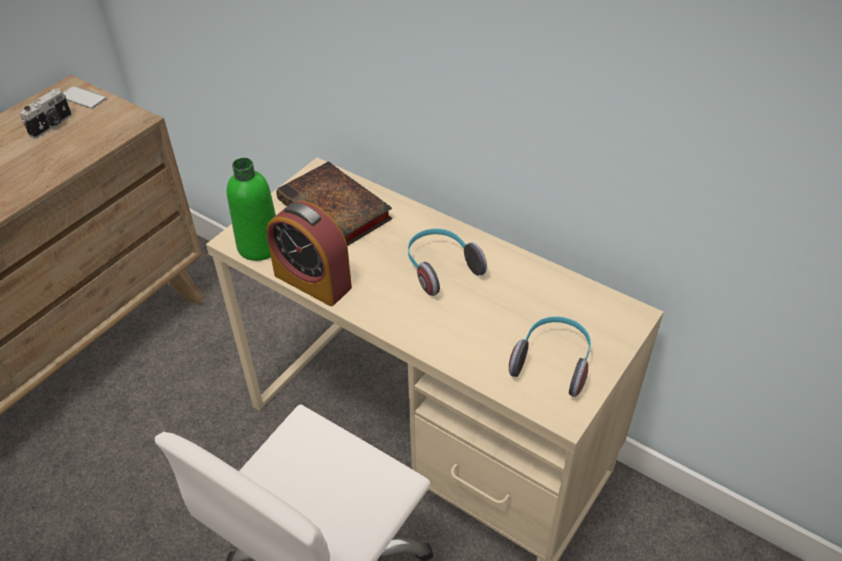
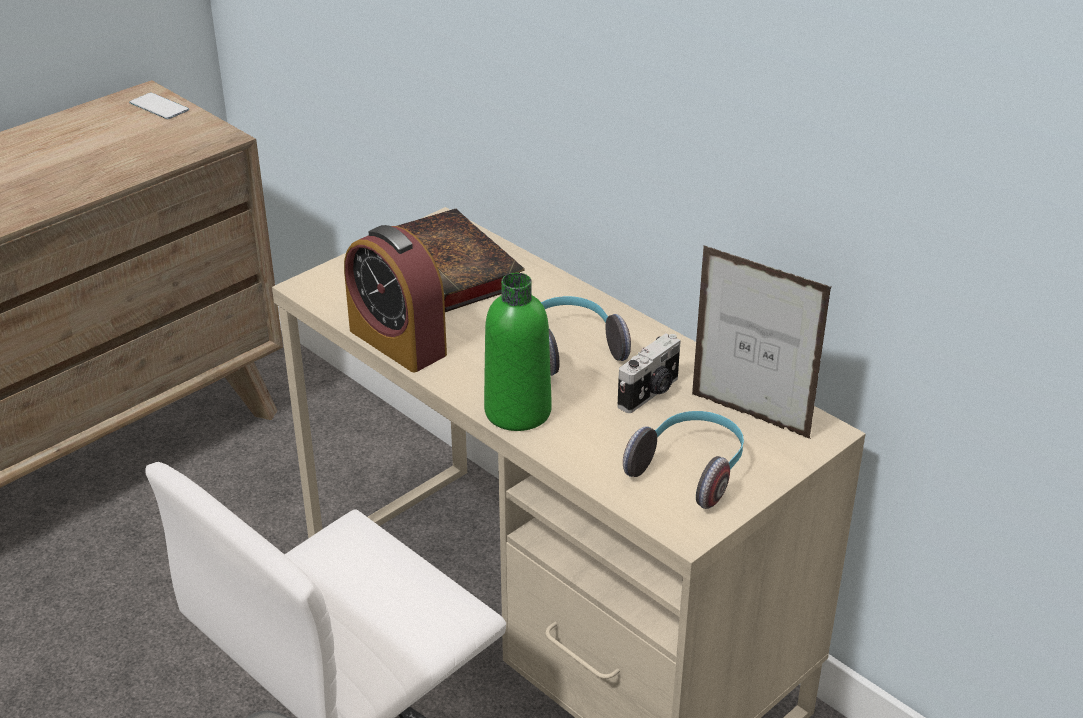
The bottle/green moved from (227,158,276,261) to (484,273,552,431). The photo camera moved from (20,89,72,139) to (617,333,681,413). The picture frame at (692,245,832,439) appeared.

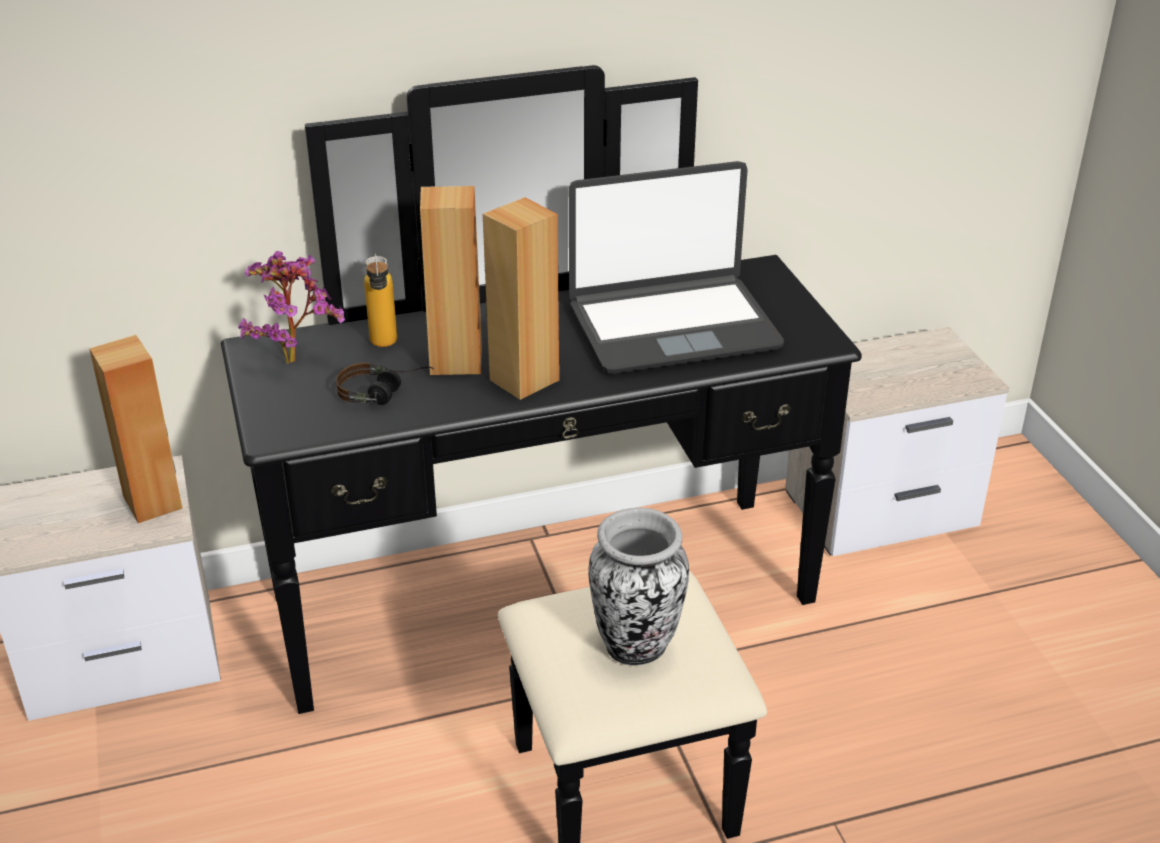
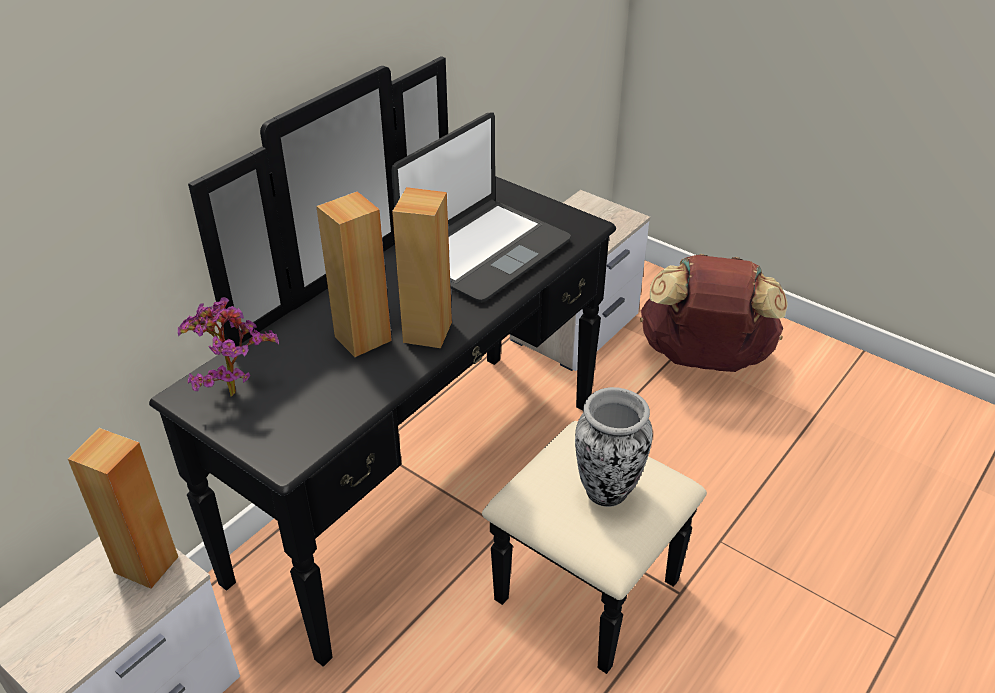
The backpack/brown at (640,254,787,372) appeared. The headphones at (336,363,434,405) disappeared. The bottle at (364,254,397,347) disappeared.

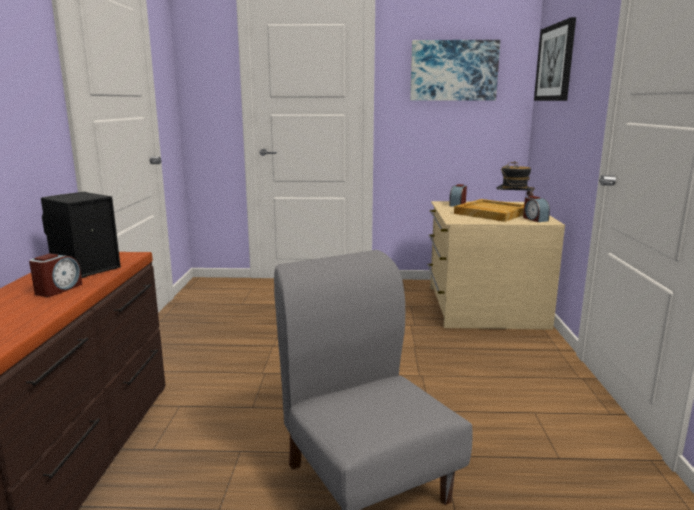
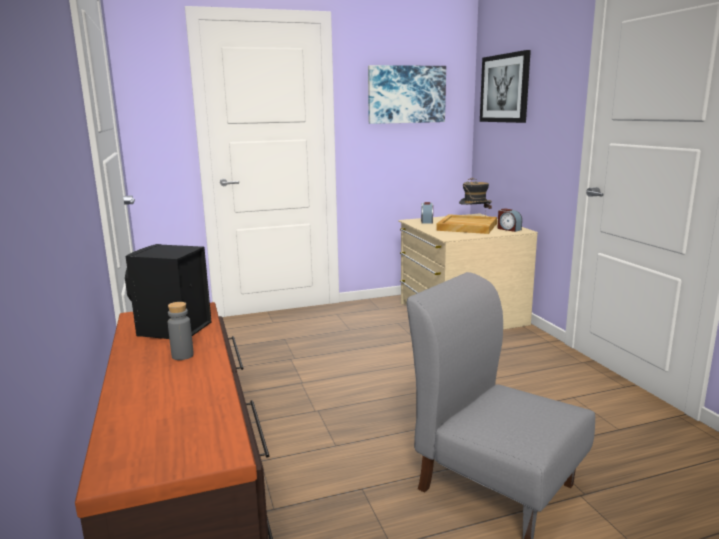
The alarm clock at (29,253,82,297) was replaced by the bottle/grey at (168,302,194,360).

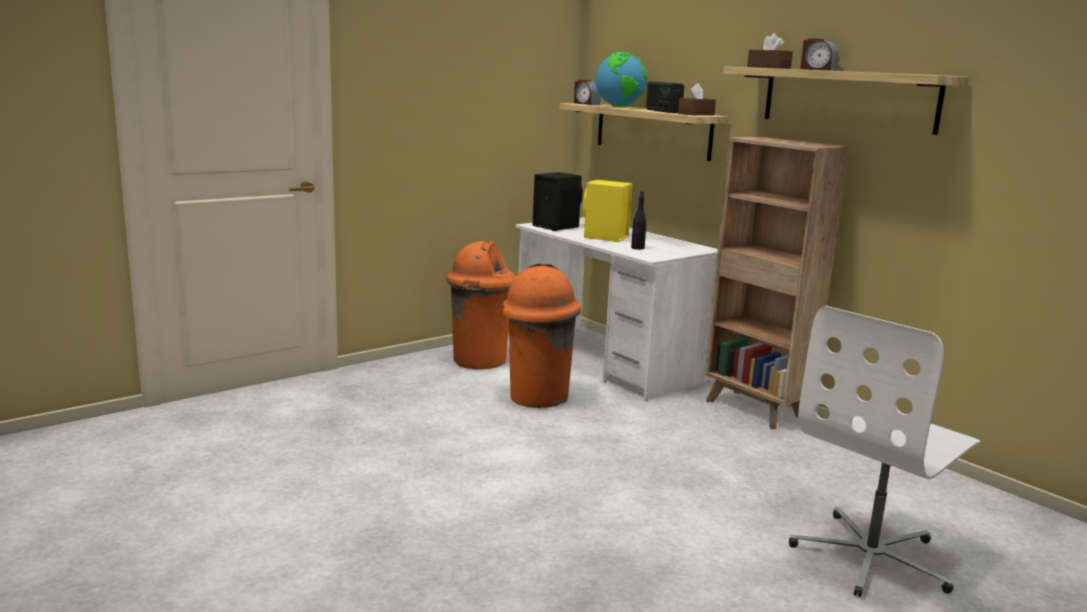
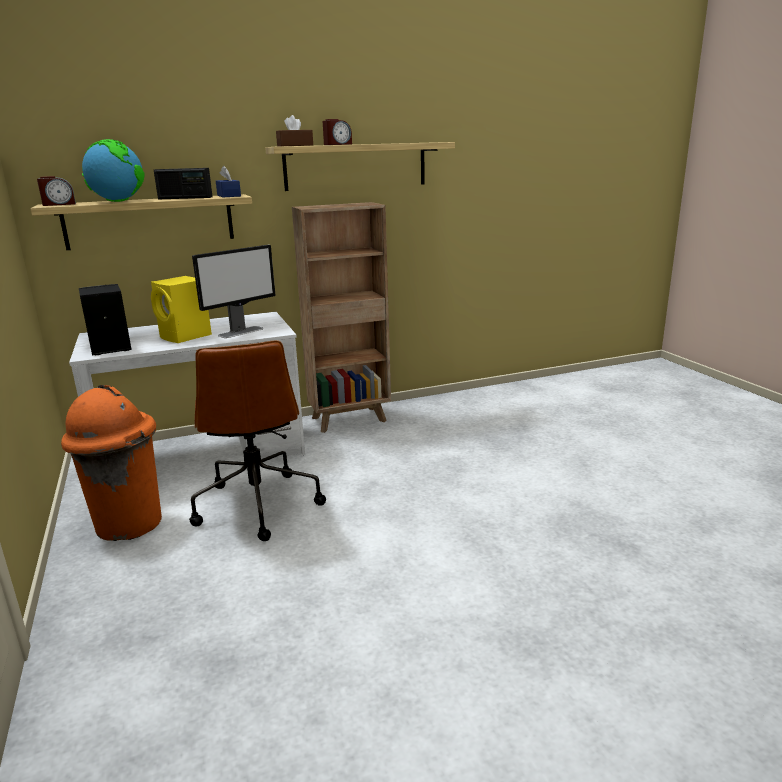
The trash can/orange at (502,263,581,408) was replaced by the office chair/brown at (189,340,326,541). The bottle/black at (631,191,647,250) was replaced by the monitor at (192,245,275,338). The tissue box/brown at (678,83,716,115) became the tissue box/blue at (216,166,241,197). The office chair/white at (789,306,980,597) disappeared.

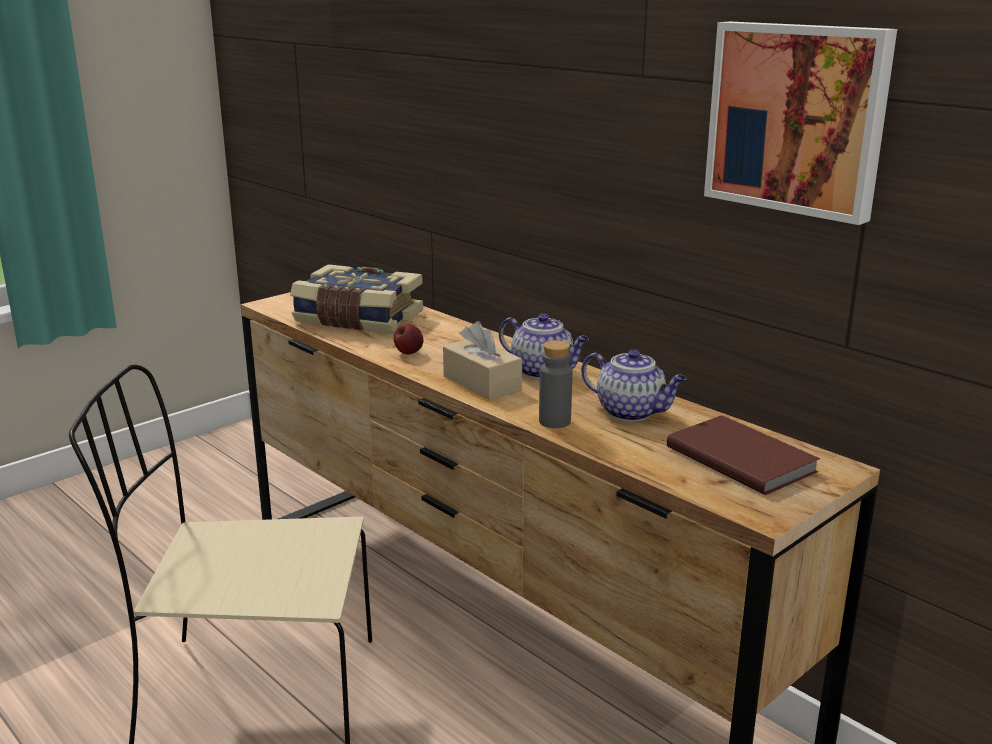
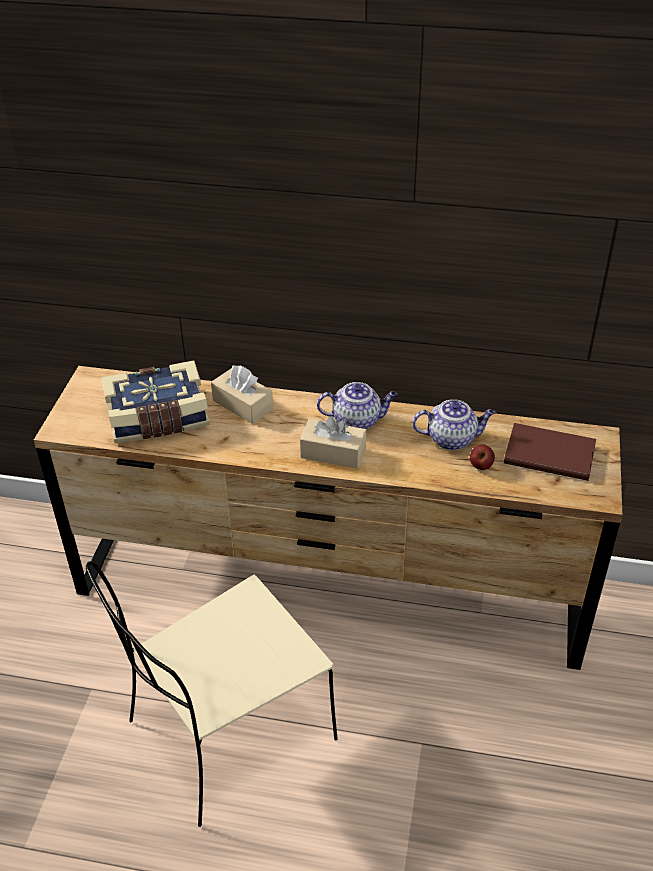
The tissue box/beige at (211,365,273,424) appeared. The apple moved from (393,323,423,354) to (470,445,495,470). The bottle/grey at (539,340,572,428) disappeared. The picture at (704,22,897,225) disappeared.

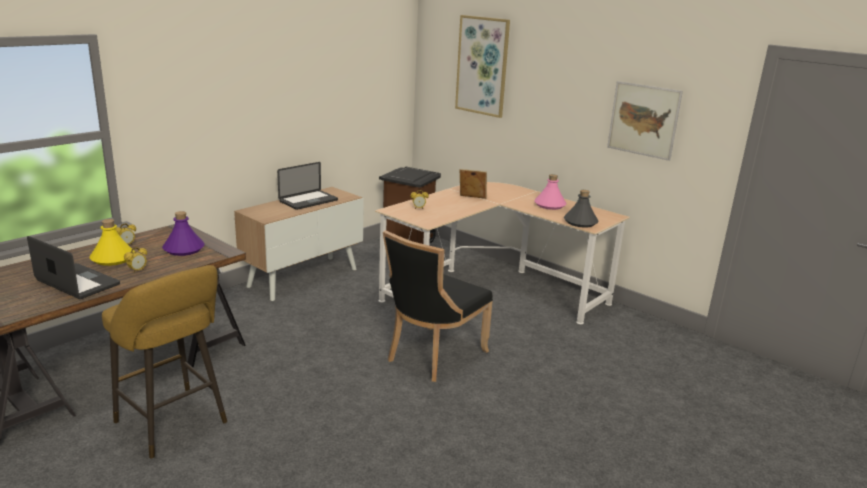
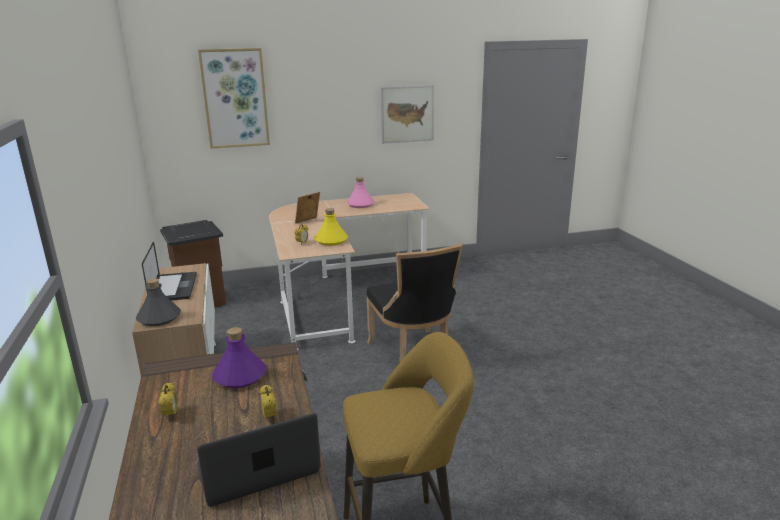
The bottle/grey moved from (564,190,598,228) to (136,278,181,326). The bottle/yellow moved from (90,219,135,266) to (315,208,348,246).

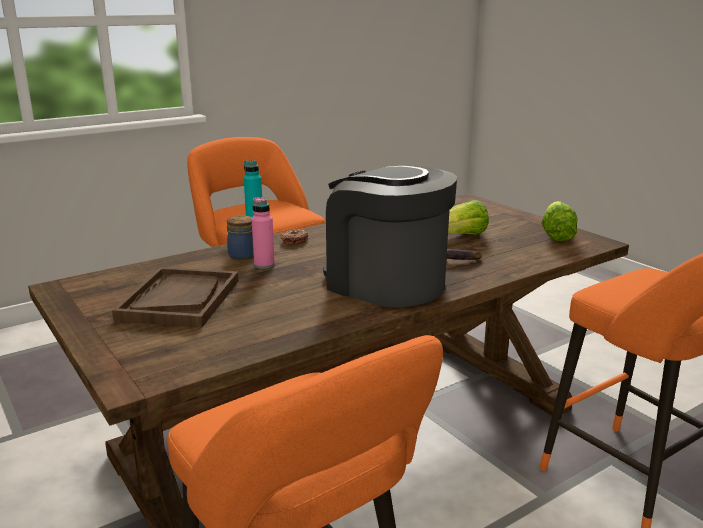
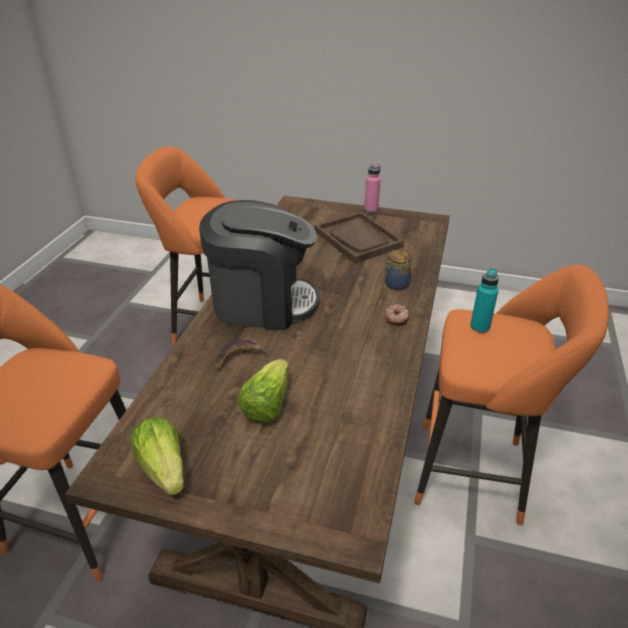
The bottle/pink moved from (252,197,275,269) to (364,164,381,213).

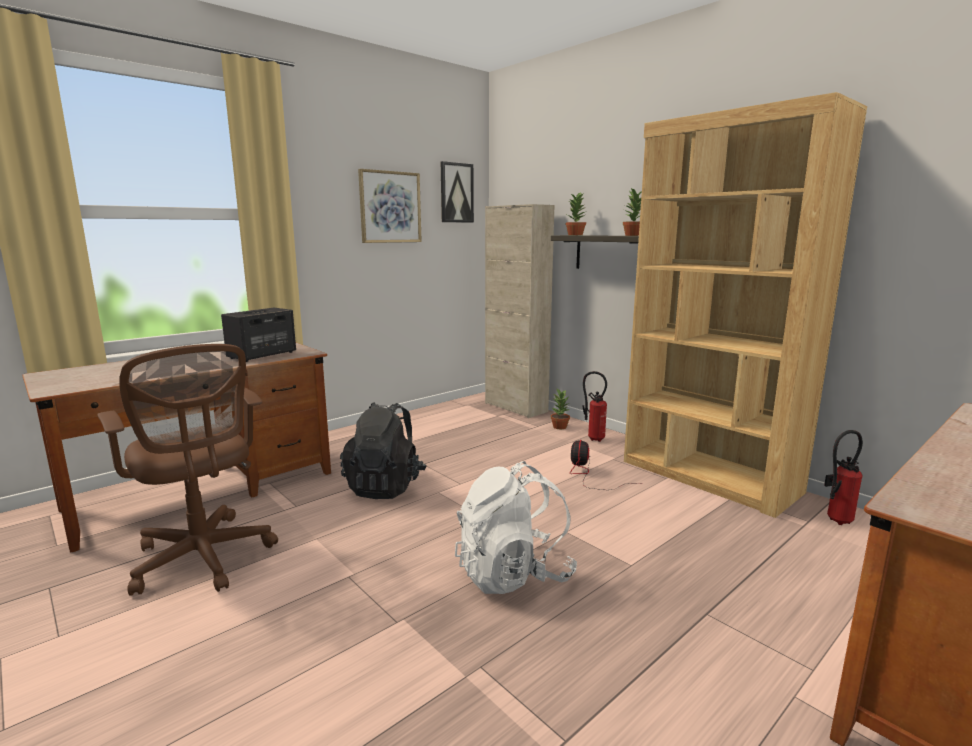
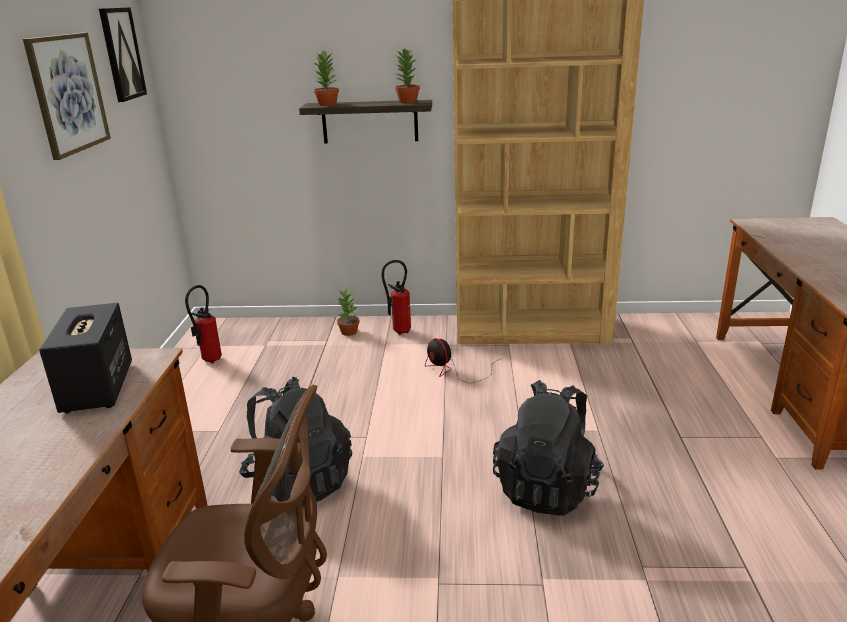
The fire extinguisher moved from (824,430,863,525) to (185,285,222,364). The backpack/white at (455,461,577,594) became the backpack/black at (493,380,604,516). The cabinet/beige at (485,204,555,418) disappeared.

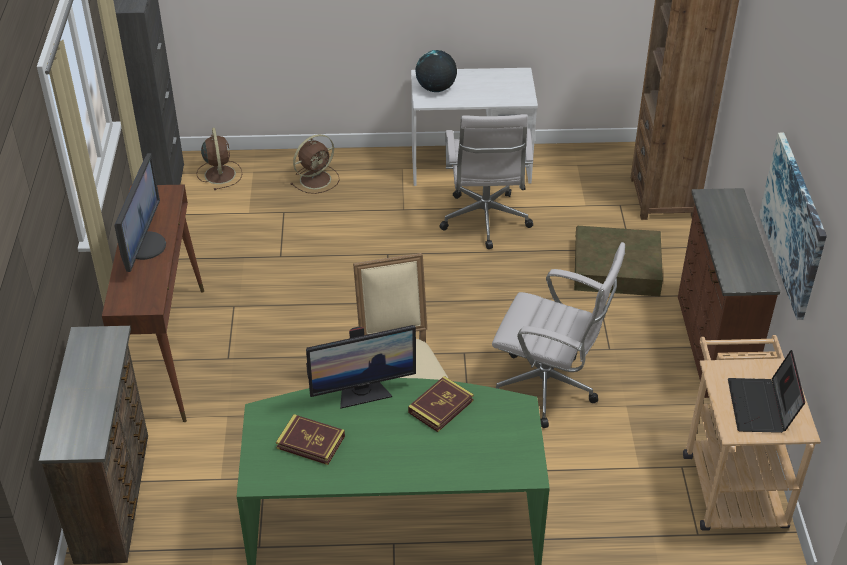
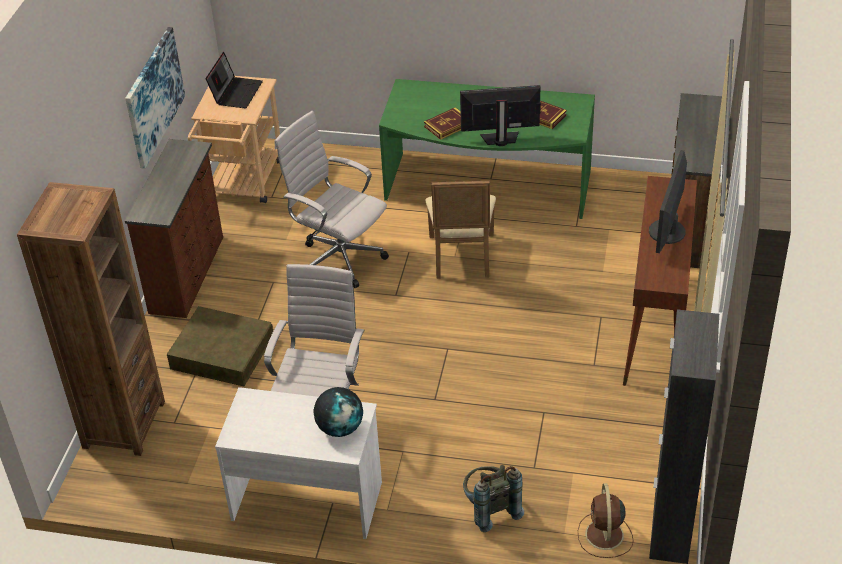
The fan/brown at (290,134,340,194) was replaced by the backpack/grey at (463,465,524,532).

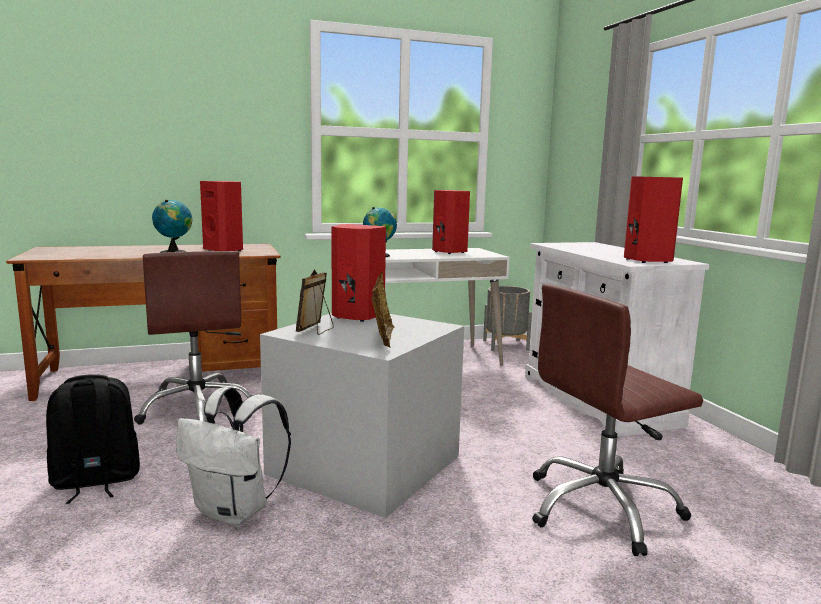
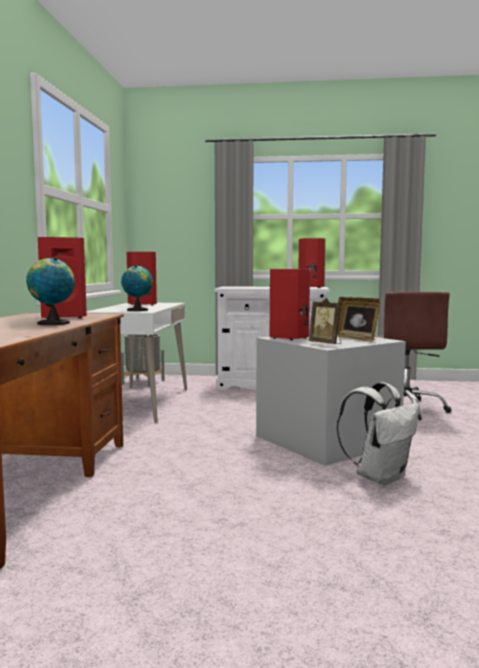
The picture frame at (372,272,394,348) turned 150 degrees counterclockwise. The backpack/black at (46,374,140,504) disappeared. The office chair/brown at (134,251,252,425) disappeared.

